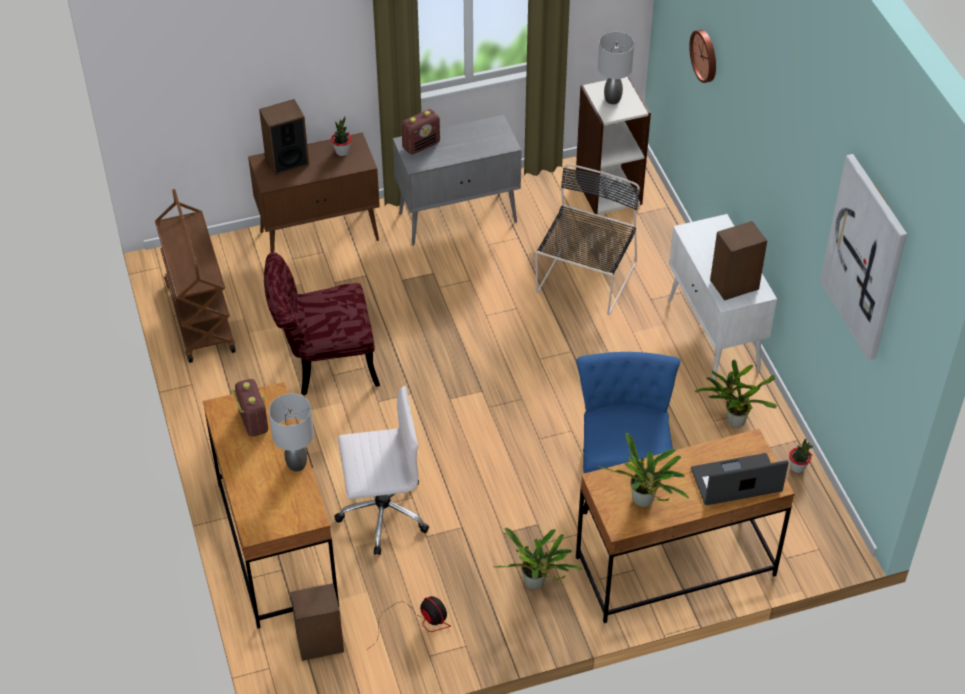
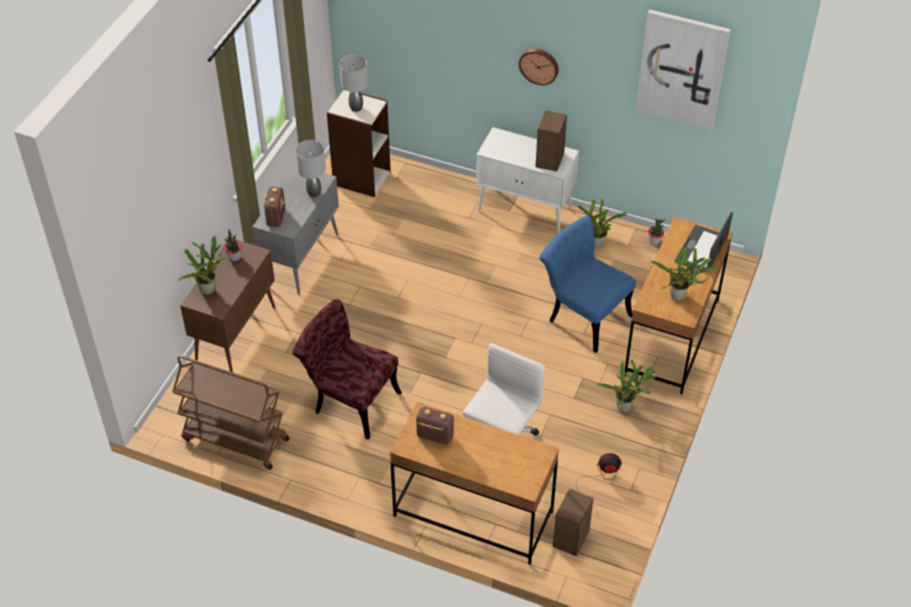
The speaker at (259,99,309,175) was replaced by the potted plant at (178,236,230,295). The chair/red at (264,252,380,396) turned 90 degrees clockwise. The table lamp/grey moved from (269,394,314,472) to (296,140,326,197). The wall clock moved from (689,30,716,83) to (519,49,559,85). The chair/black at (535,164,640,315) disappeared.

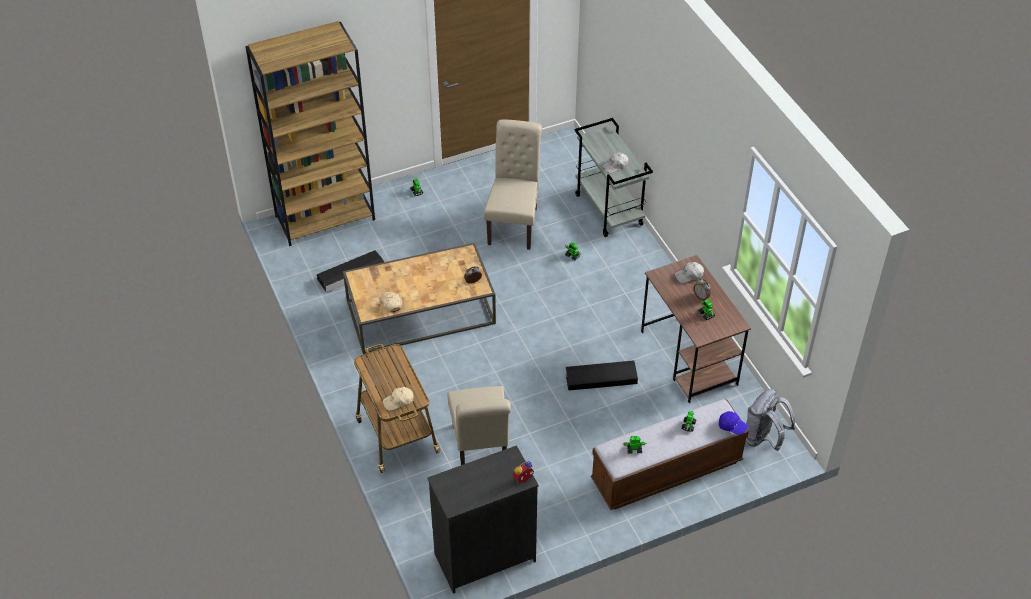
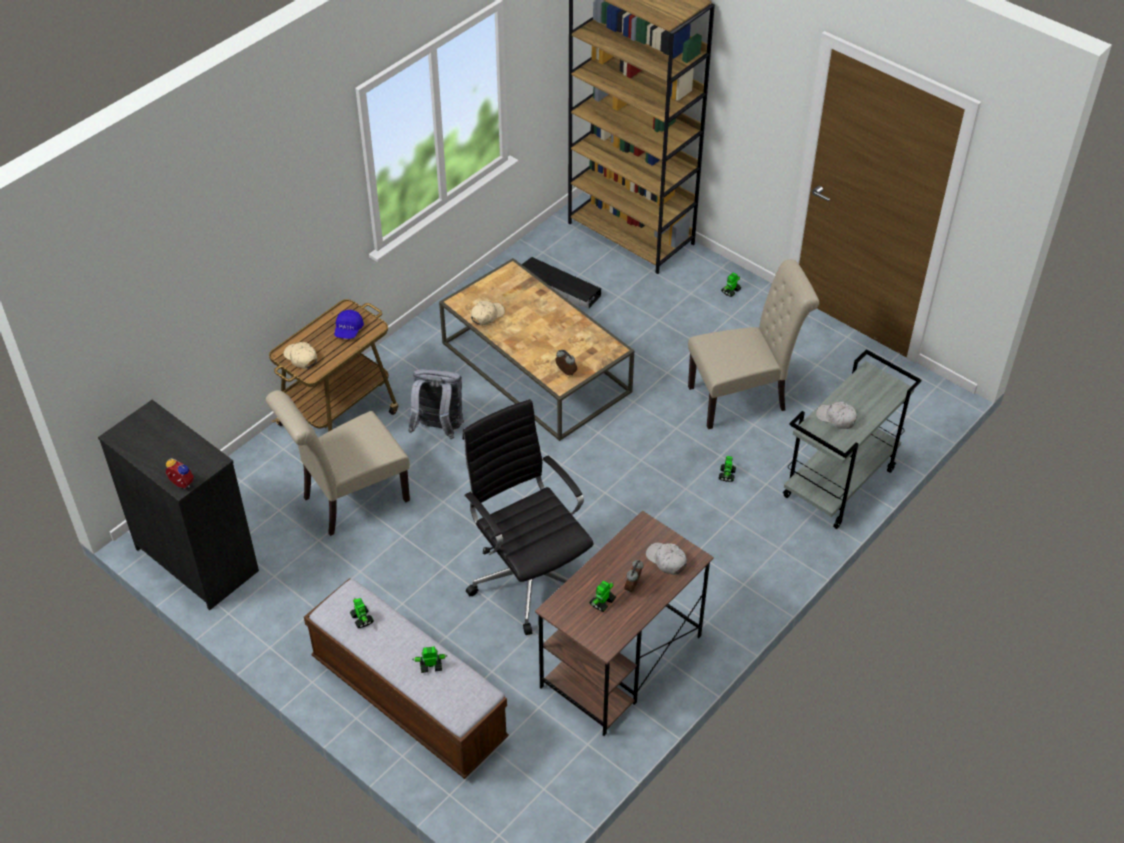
The cap/blue moved from (719,411,748,435) to (334,310,364,339). The backpack/grey moved from (746,389,795,451) to (408,369,464,439). The storage box/black at (566,360,638,391) was replaced by the office chair/black at (462,399,593,635).

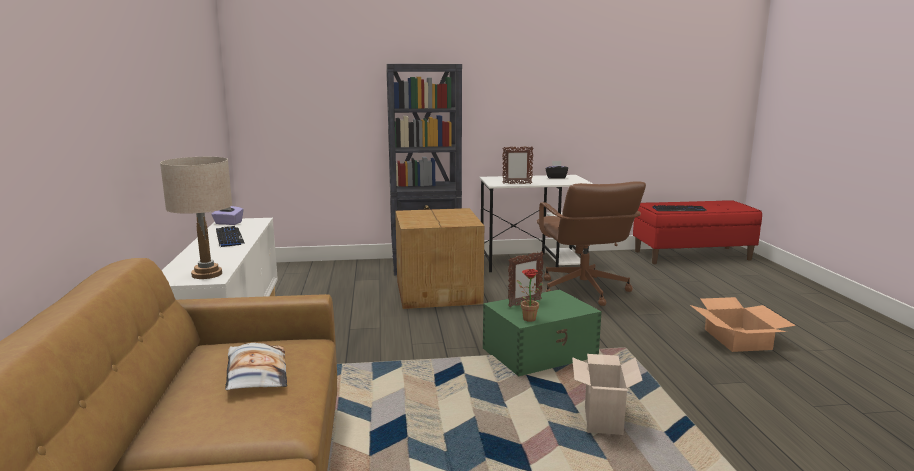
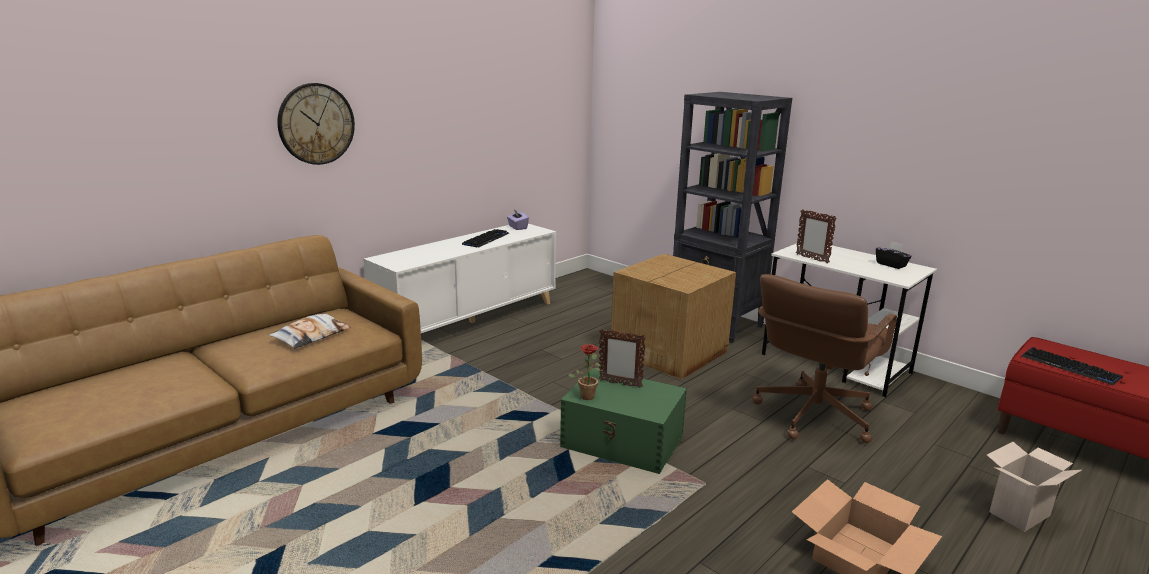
The wall clock at (277,83,355,165) appeared. The cardboard box moved from (572,354,643,435) to (987,442,1081,532). The table lamp/beige at (160,157,232,279) disappeared.

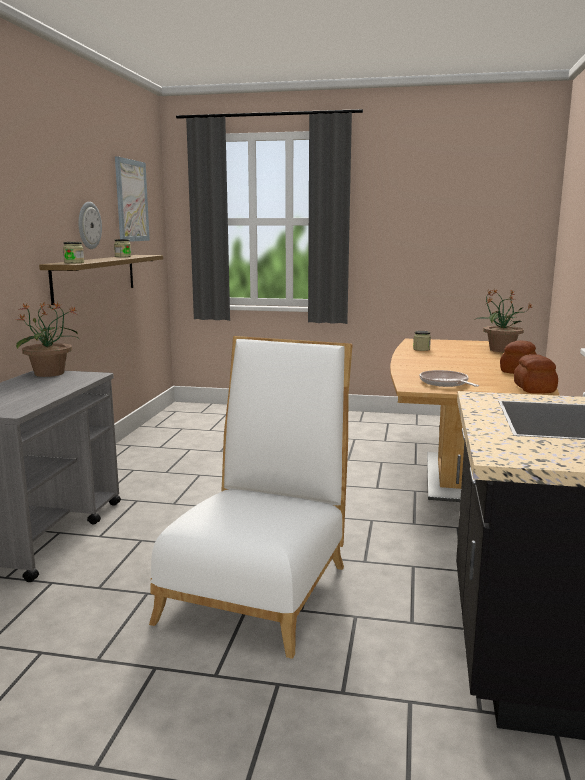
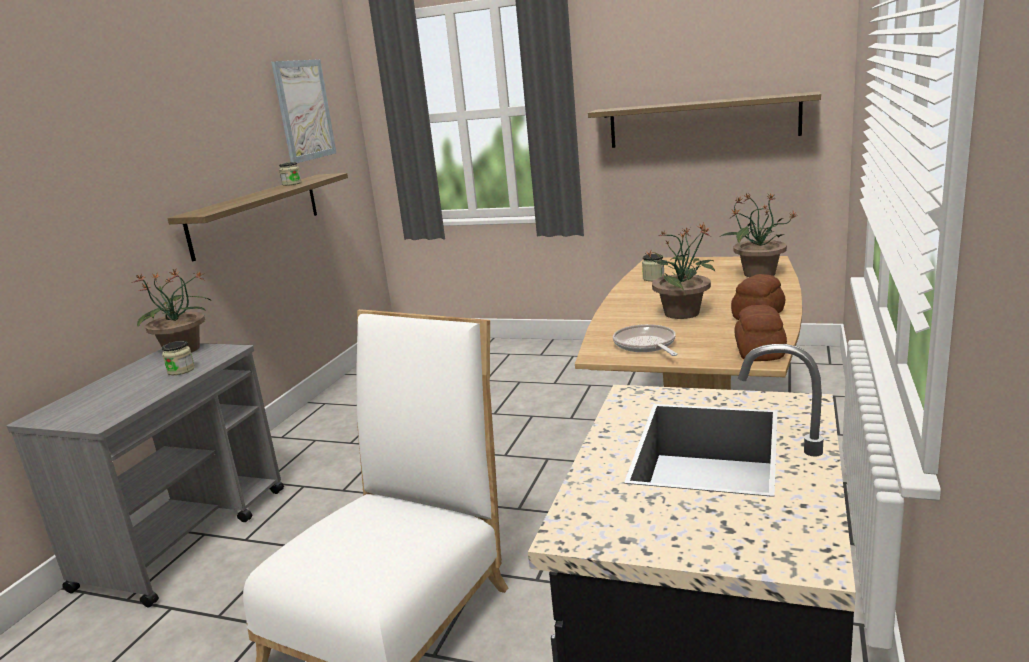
The jar moved from (63,242,84,263) to (162,341,195,375). The shelf at (588,91,821,148) appeared. The potted plant at (647,223,715,319) appeared. The wall clock at (79,202,102,249) disappeared.

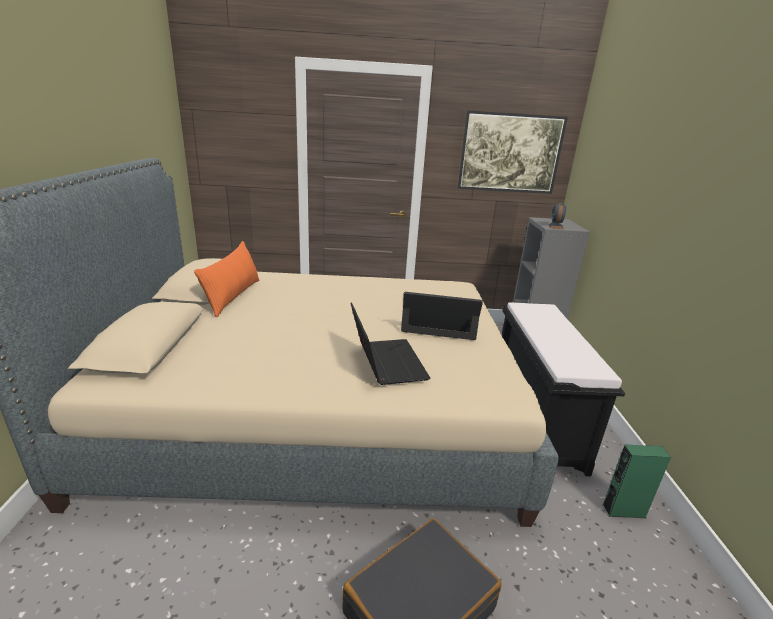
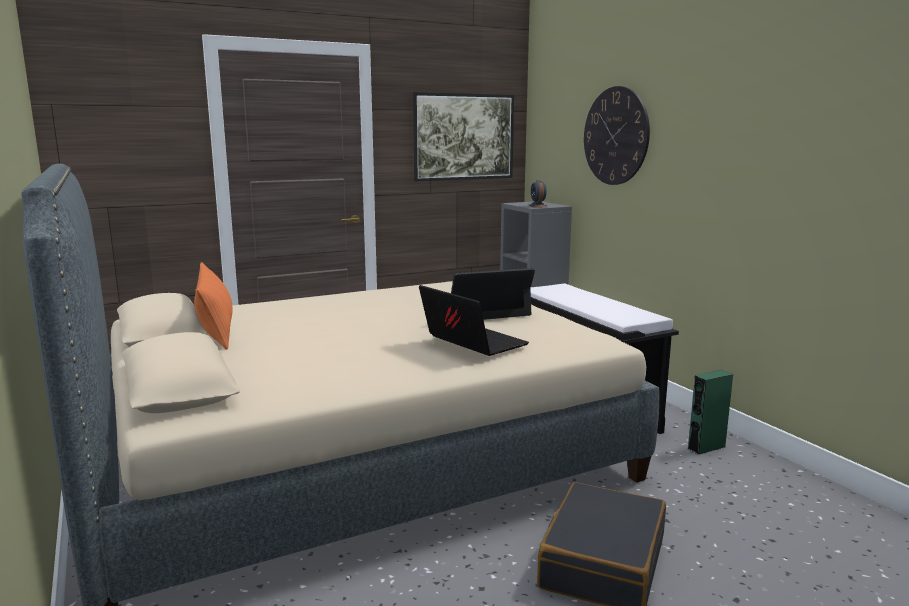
The wall clock at (584,86,650,185) appeared.

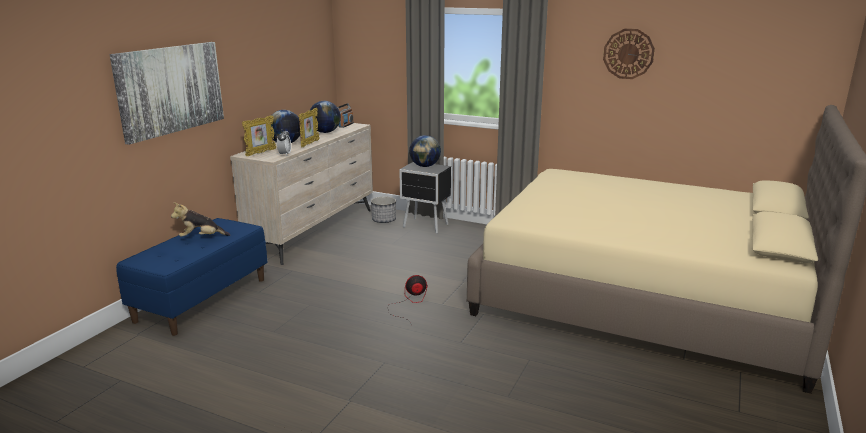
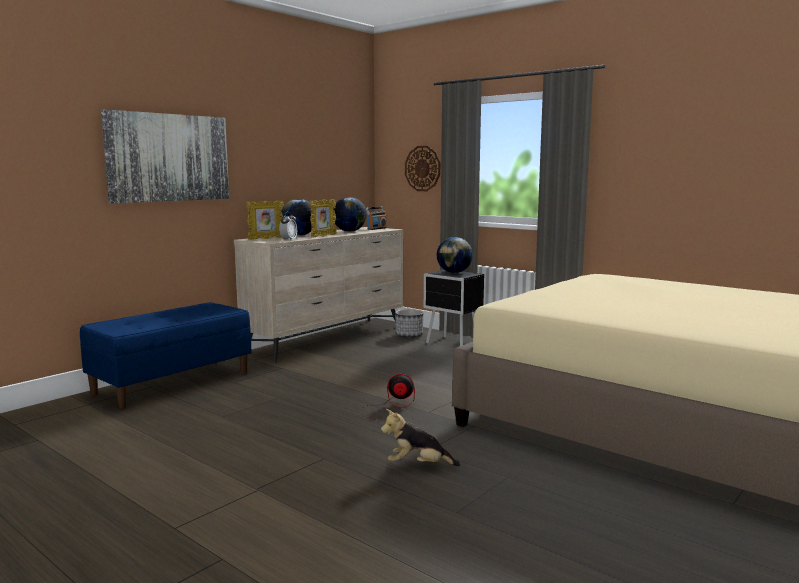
The plush toy moved from (171,202,231,237) to (381,409,460,466). The wall clock moved from (603,29,655,79) to (405,146,440,191).

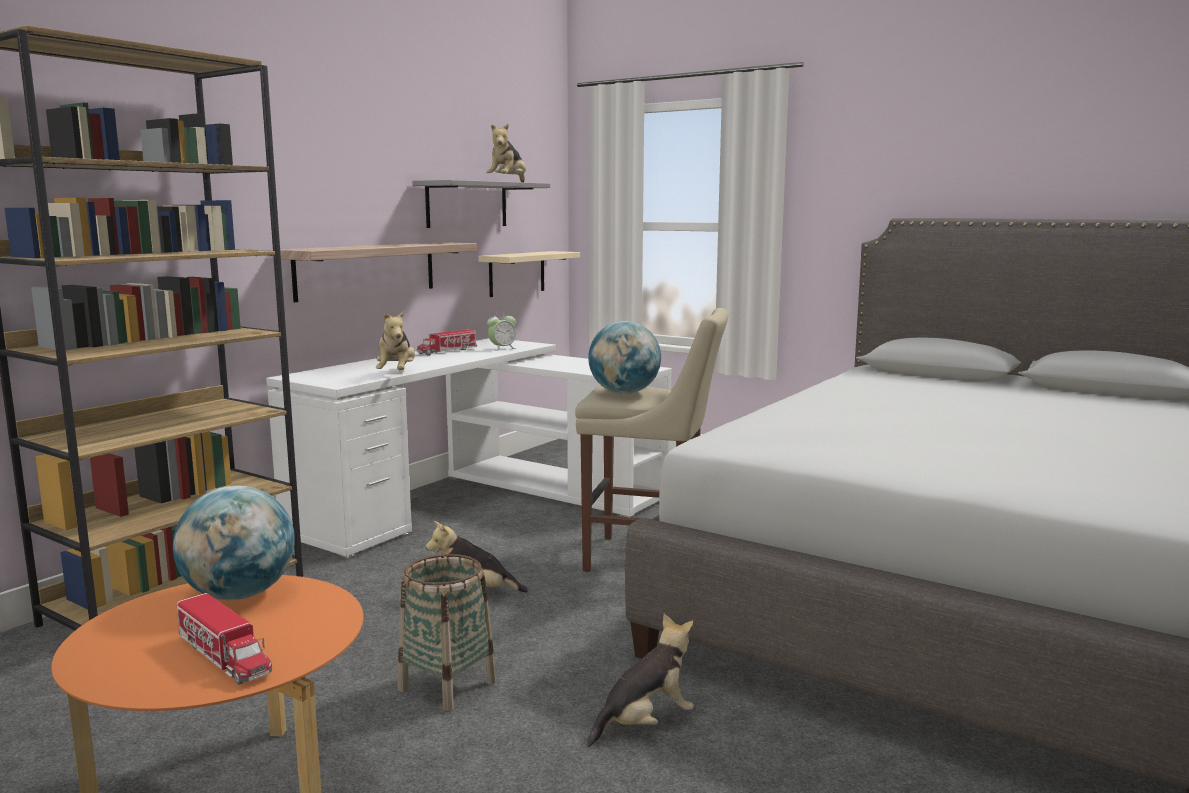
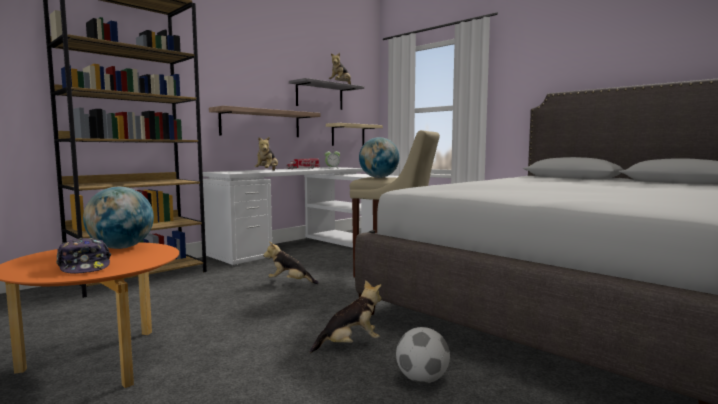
The toy truck at (177,593,272,685) was replaced by the cap at (56,238,111,274). The football at (396,327,450,383) appeared. The basket at (398,554,496,711) disappeared.

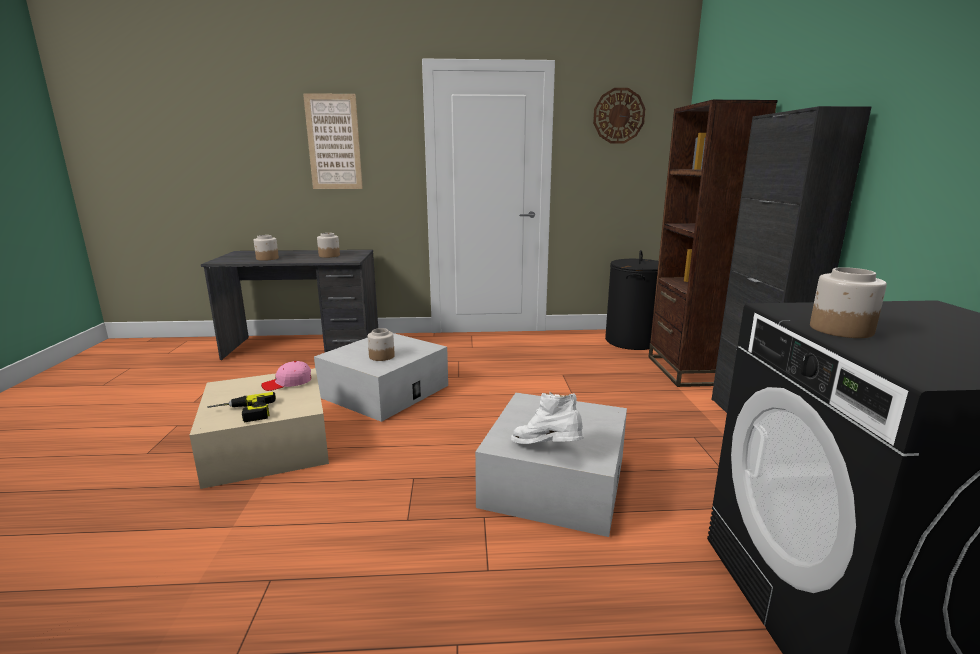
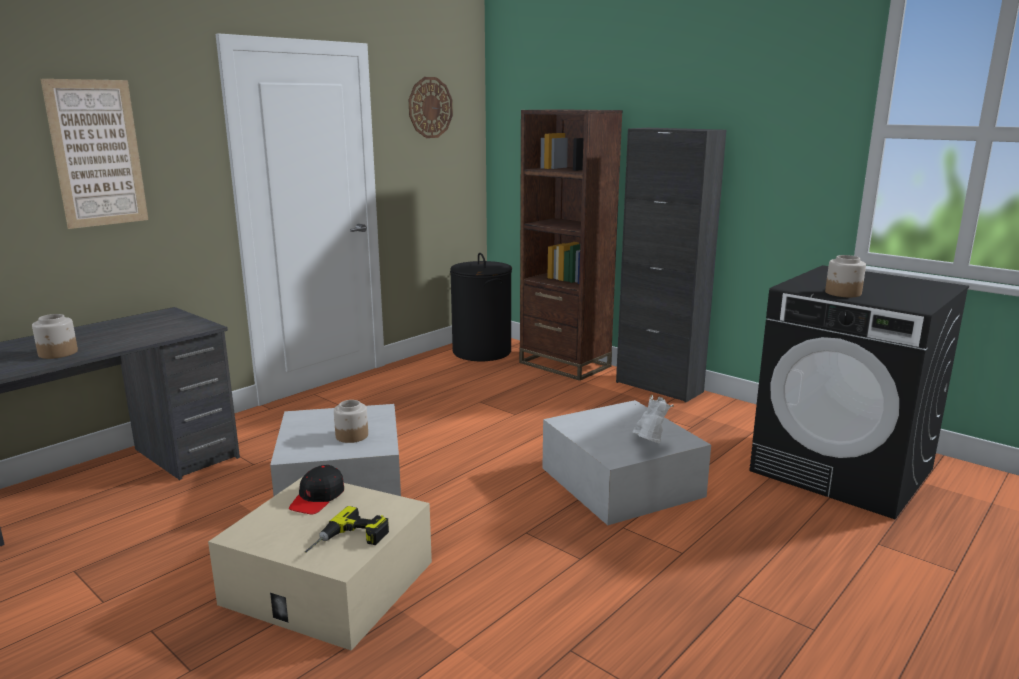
The cap/pink at (261,361,311,391) became the cap/black at (289,465,344,514). The boot/white at (511,392,584,444) turned 105 degrees clockwise. The jar at (317,233,340,258) disappeared.

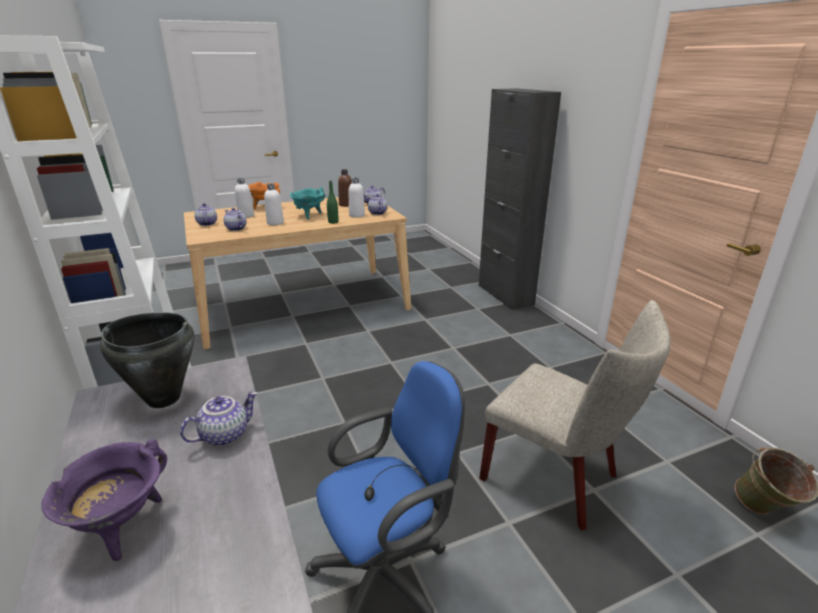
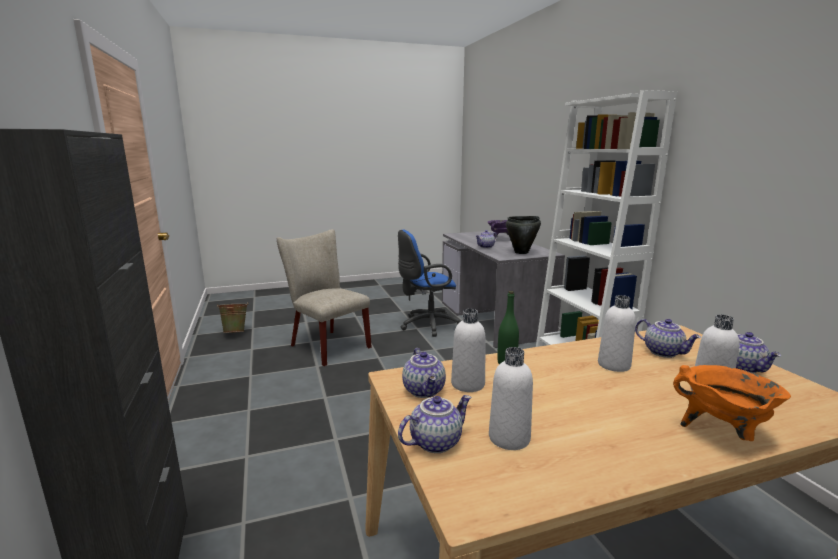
The bottle/brown at (338,169,352,207) became the bottle/white at (489,347,533,450). The cooking pot/turquoise at (290,187,325,219) disappeared.

